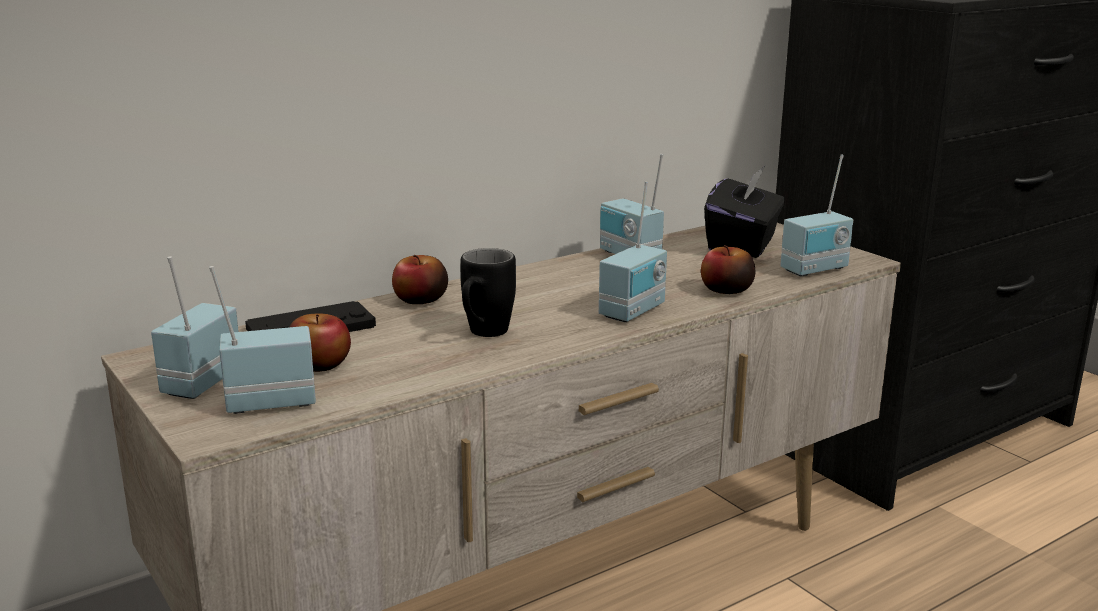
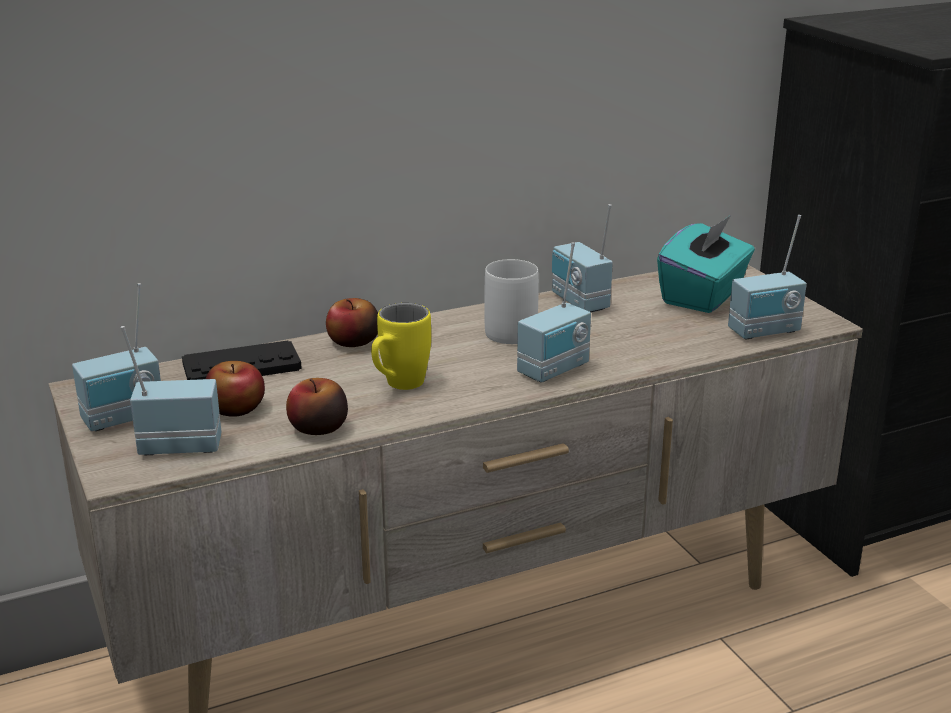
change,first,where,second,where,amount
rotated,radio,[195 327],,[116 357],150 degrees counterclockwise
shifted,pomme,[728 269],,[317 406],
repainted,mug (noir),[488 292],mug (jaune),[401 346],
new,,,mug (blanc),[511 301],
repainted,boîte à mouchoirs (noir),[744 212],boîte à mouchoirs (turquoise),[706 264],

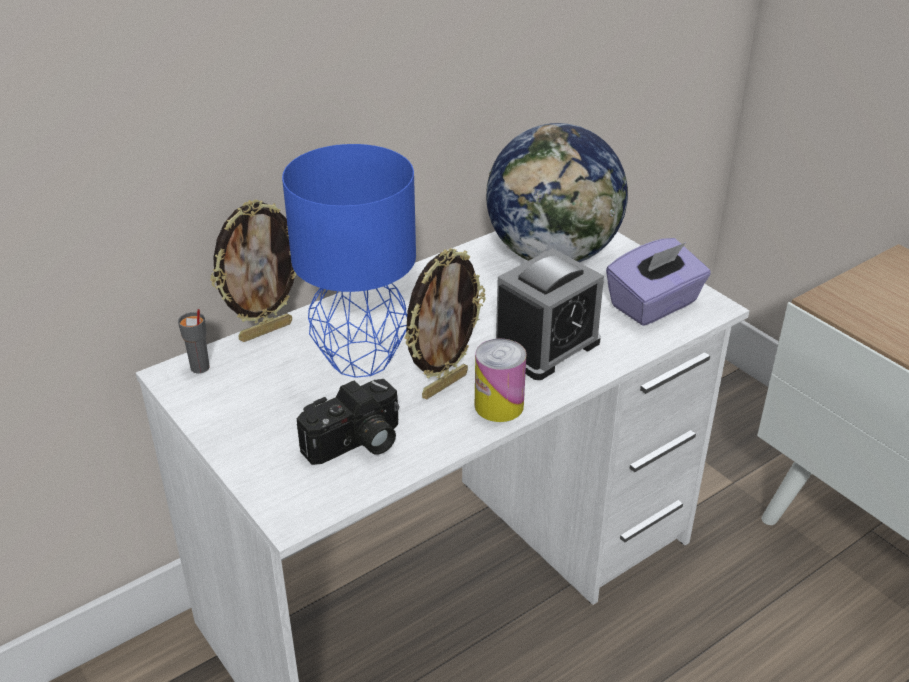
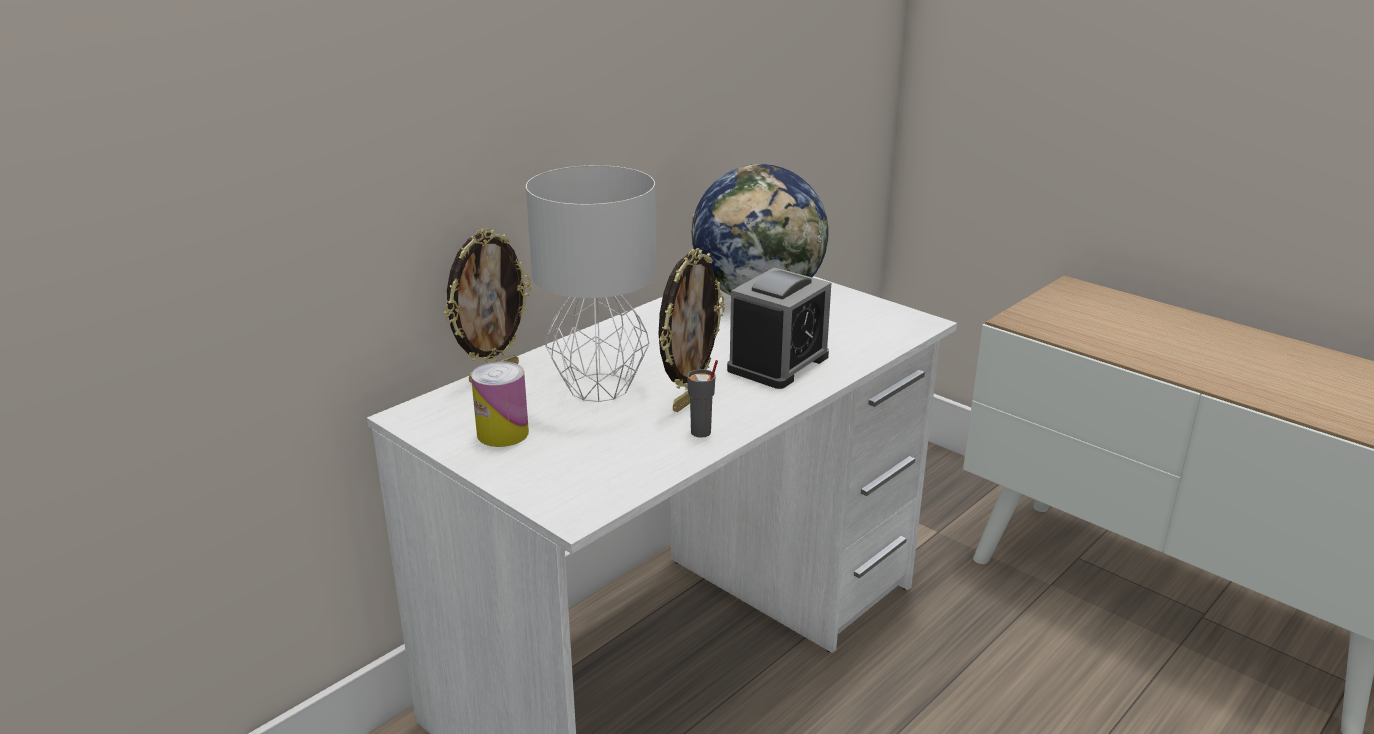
change,first,where,second,where,amount
shifted,boîte métallique,[500 380],,[500 404],
repainted,lampe de table (bleu),[349 261],lampe de table (gris),[591 283],
shifted,tasse (gris),[194 341],,[702 399],
gone,appareil photo,[347 422],,,
gone,boîte à mouchoirs (violet),[658 282],,,

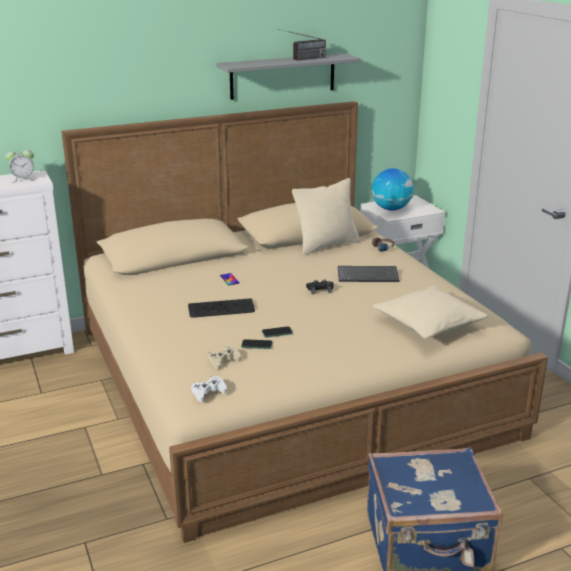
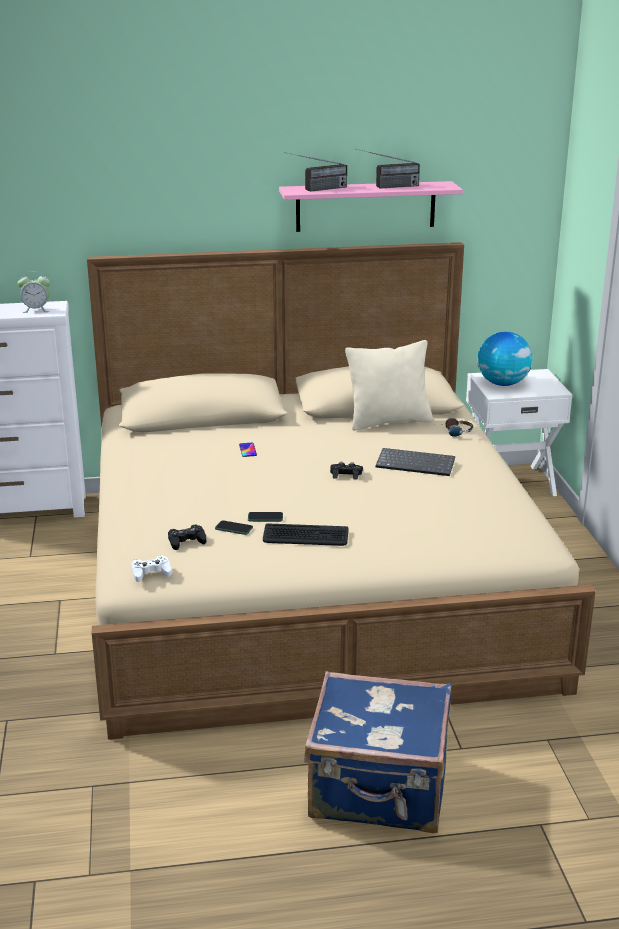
change,first,where,second,where,amount
repainted,manette (beige),[224 358],manette (noir),[187 537],
shifted,clavier,[221 307],,[305 534],
repainted,étagère (gris),[288 76],étagère (rose),[371 206],
new,,,radio,[316 172],
gone,coussin (beige),[430 312],,,

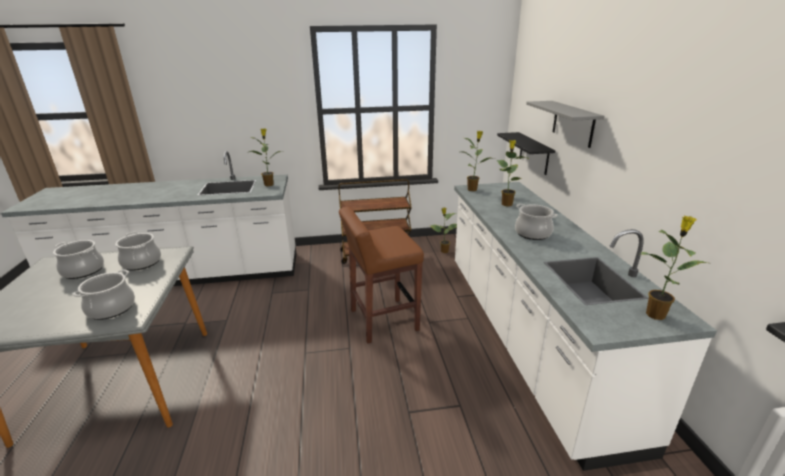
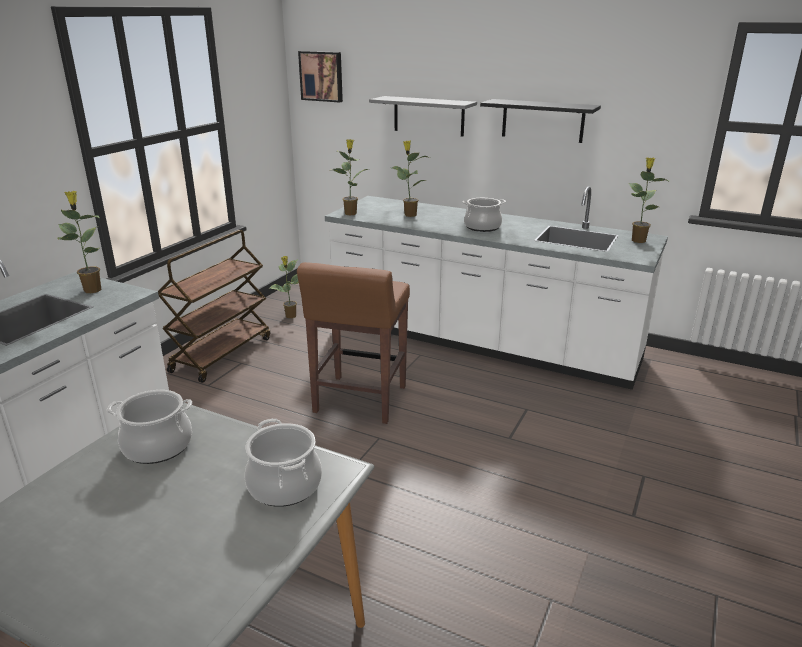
change,first,where,second,where,amount
new,,,tableau,[320 77],
shifted,étagère (noir),[526 153],,[540 121],
gone,marmite,[78 259],,,

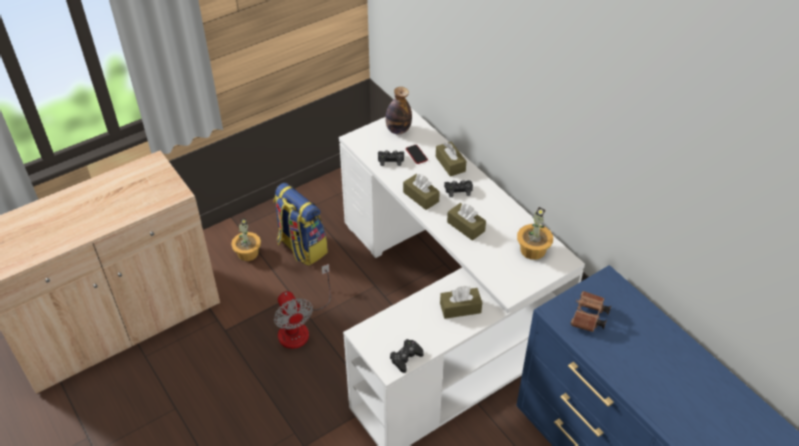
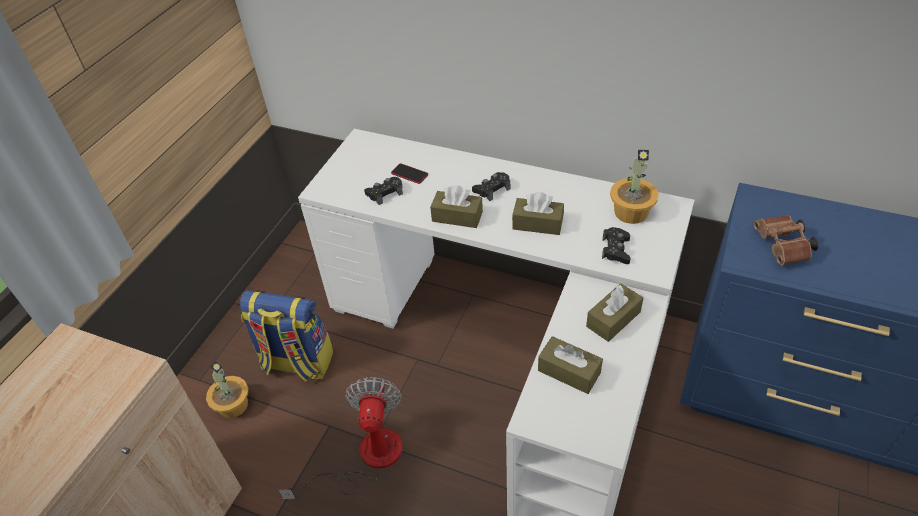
change,first,where,second,where,amount
rotated,ventilateur,[302 306],,[341 438],120 degrees counterclockwise
shifted,boîte à mouchoirs (marron),[451 159],,[570 365],
shifted,manette (noir),[407 356],,[616 245],
gone,bouteille,[398 111],,,

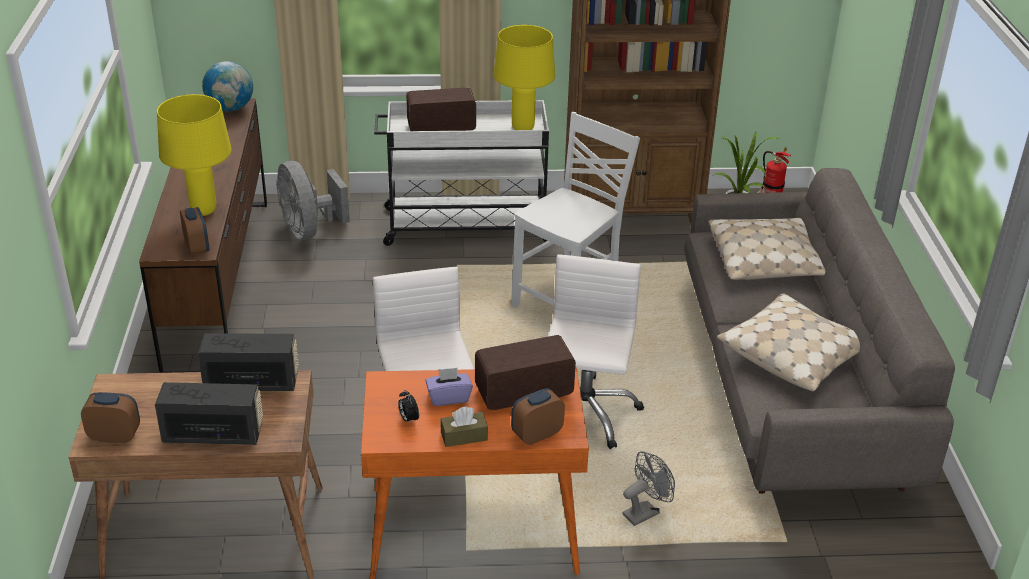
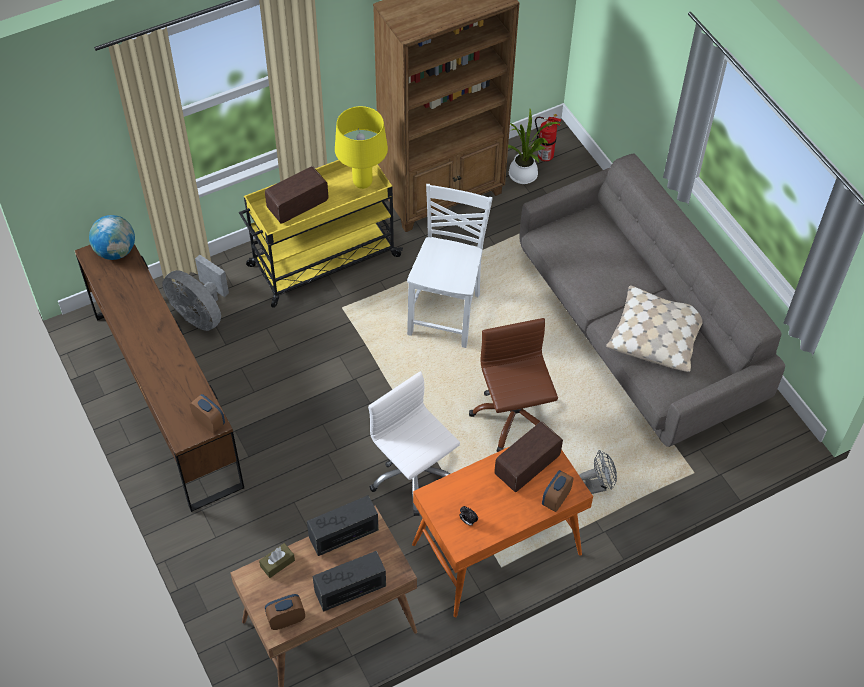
change,first,where,second,where,amount
repainted,chariot (blanc),[461 173],chariot (jaune),[321 234],
shifted,boîte à mouchoirs (marron),[464 426],,[277 560],
repainted,chaise de bureau (blanc),[596 351],chaise de bureau (marron),[513 385],
rotated,ventilateur (gris),[648 488],,[598 472],45 degrees clockwise
gone,lampe de table (jaune),[194 155],,,
gone,boîte à mouchoirs (violet),[449 387],,,
gone,coussin (beige),[767 249],,,

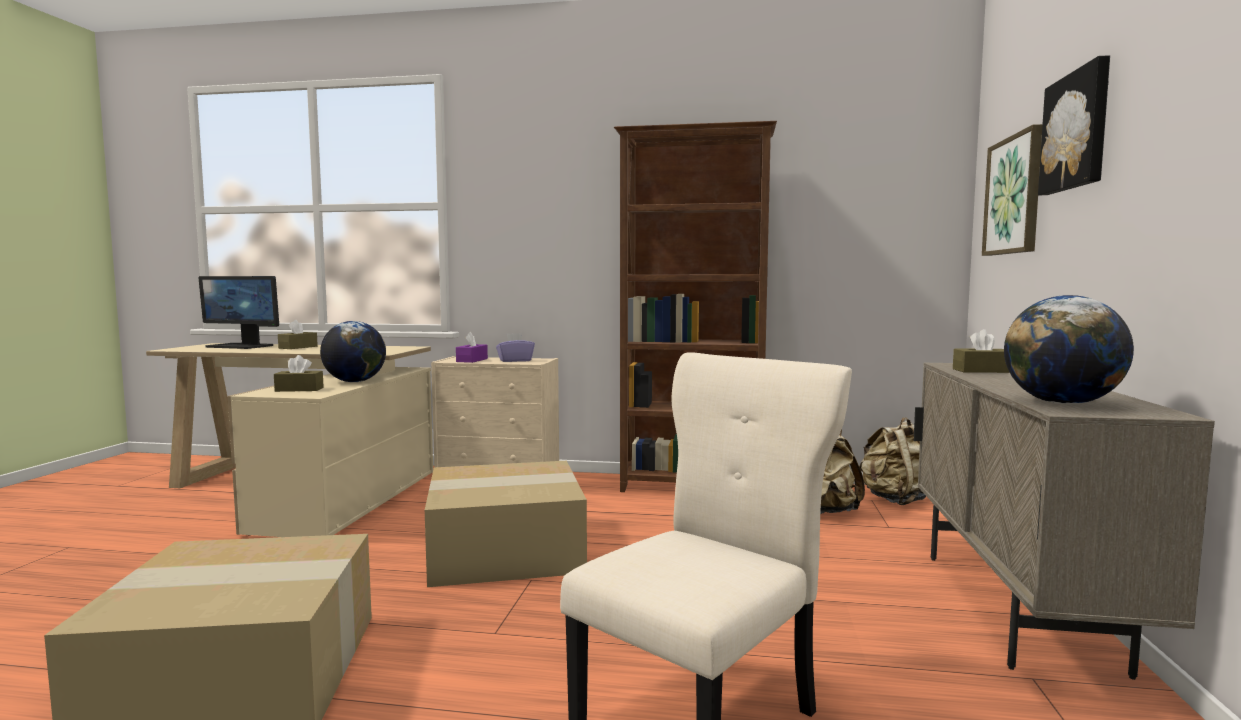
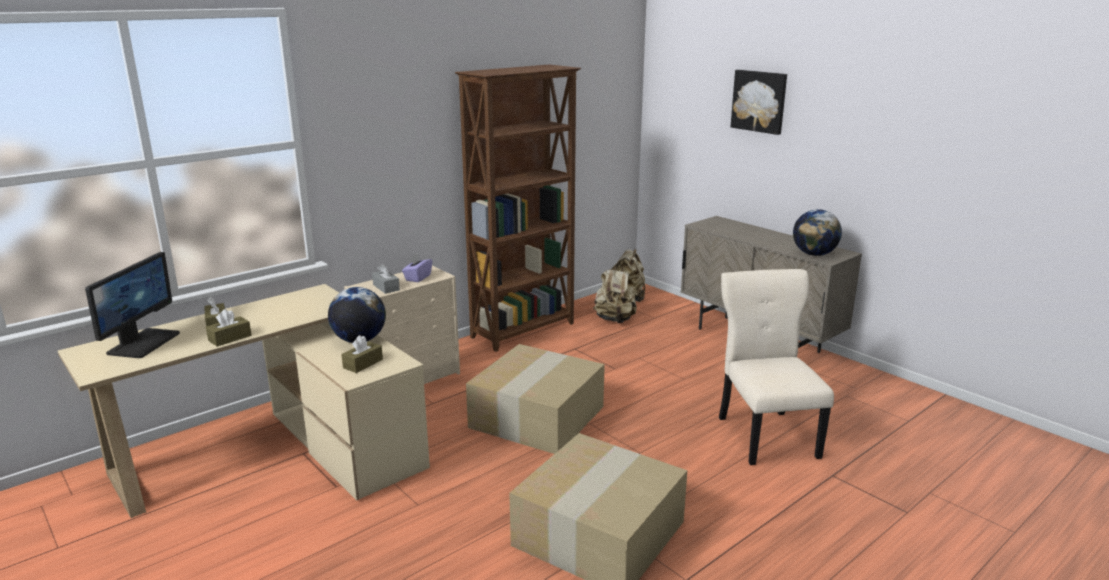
change,first,where,second,where,amount
rotated,écran d'ordinateur,[238 312],,[132 305],45 degrees counterclockwise
shifted,boîte à mouchoirs (marron),[981 351],,[228 328],
repainted,boîte à mouchoirs (violet),[472 347],boîte à mouchoirs (gris),[386 279],
gone,tableau,[1012 190],,,

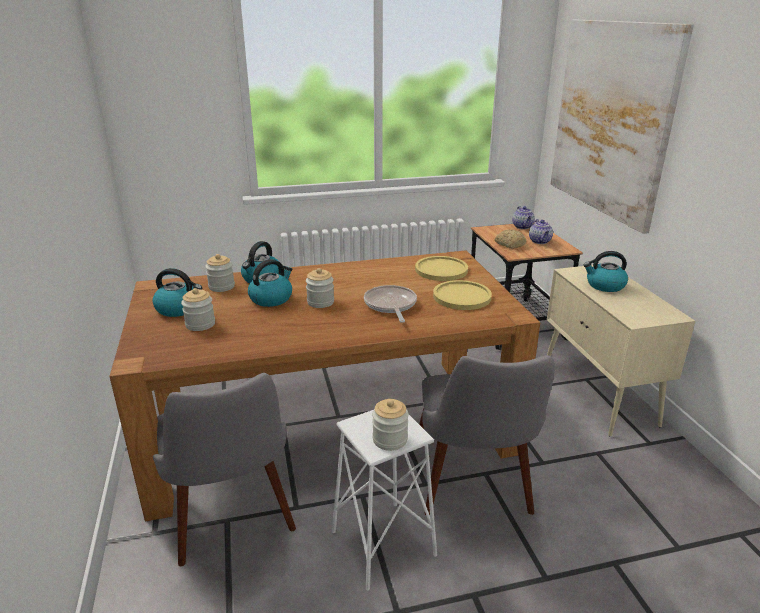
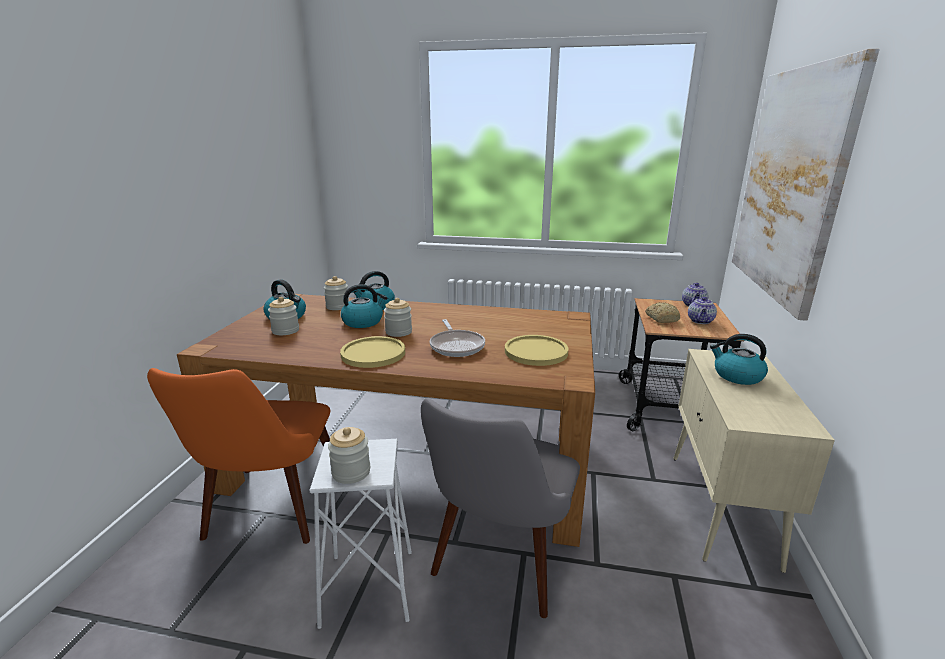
change,first,where,second,where,amount
repainted,chaise (gris),[224 469],chaise (orange),[238 456],
shifted,assiette (jaune),[441 268],,[372 352],
rotated,poêle,[390 304],,[457 338],150 degrees clockwise

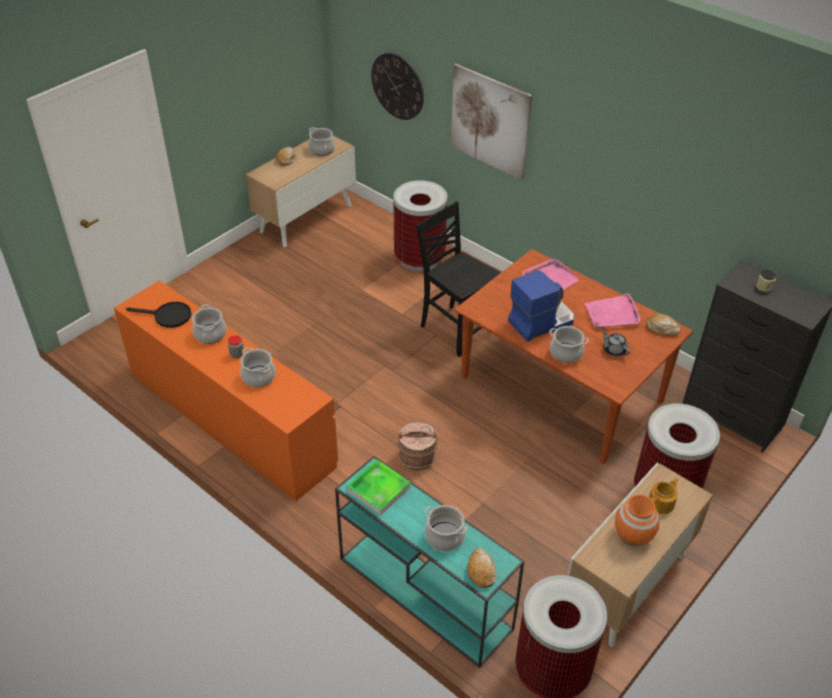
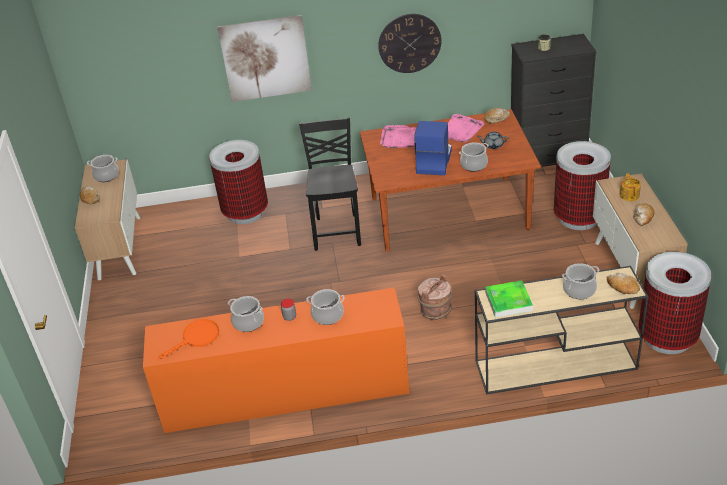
change,first,where,second,where,amount
repainted,poêle (noir),[158 315],poêle (orange),[188 339],
rotated,chaise (noir),[458 279],,[330 184],90 degrees clockwise
shifted,horloge murale,[397 86],,[410 43],
repainted,table console (turquoise),[429 562],table console (beige),[561 330],
swapped,vase (orange),[637 520],pain,[643 215],

